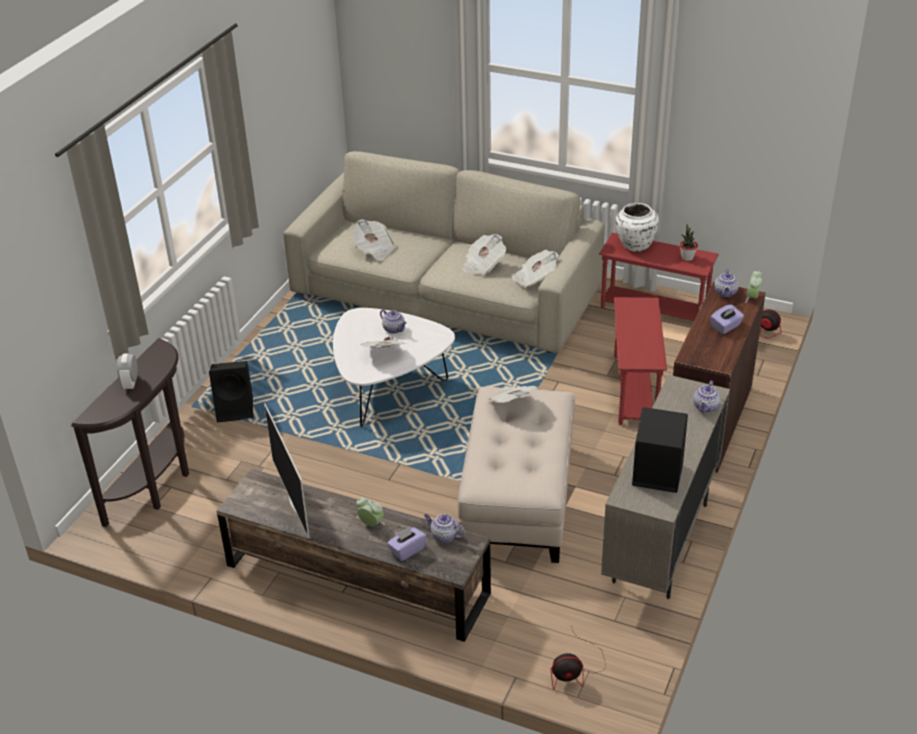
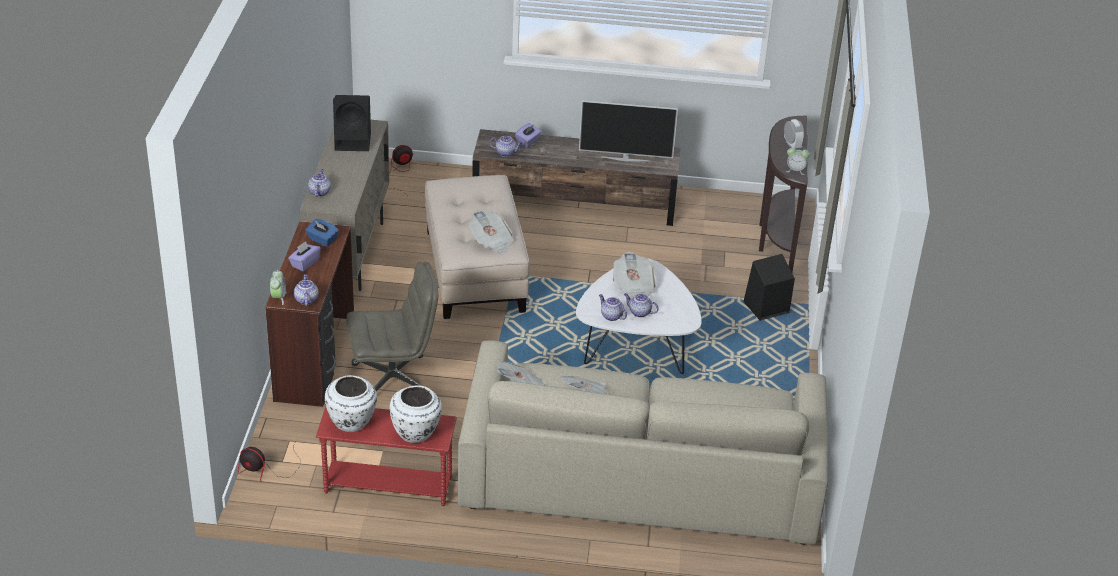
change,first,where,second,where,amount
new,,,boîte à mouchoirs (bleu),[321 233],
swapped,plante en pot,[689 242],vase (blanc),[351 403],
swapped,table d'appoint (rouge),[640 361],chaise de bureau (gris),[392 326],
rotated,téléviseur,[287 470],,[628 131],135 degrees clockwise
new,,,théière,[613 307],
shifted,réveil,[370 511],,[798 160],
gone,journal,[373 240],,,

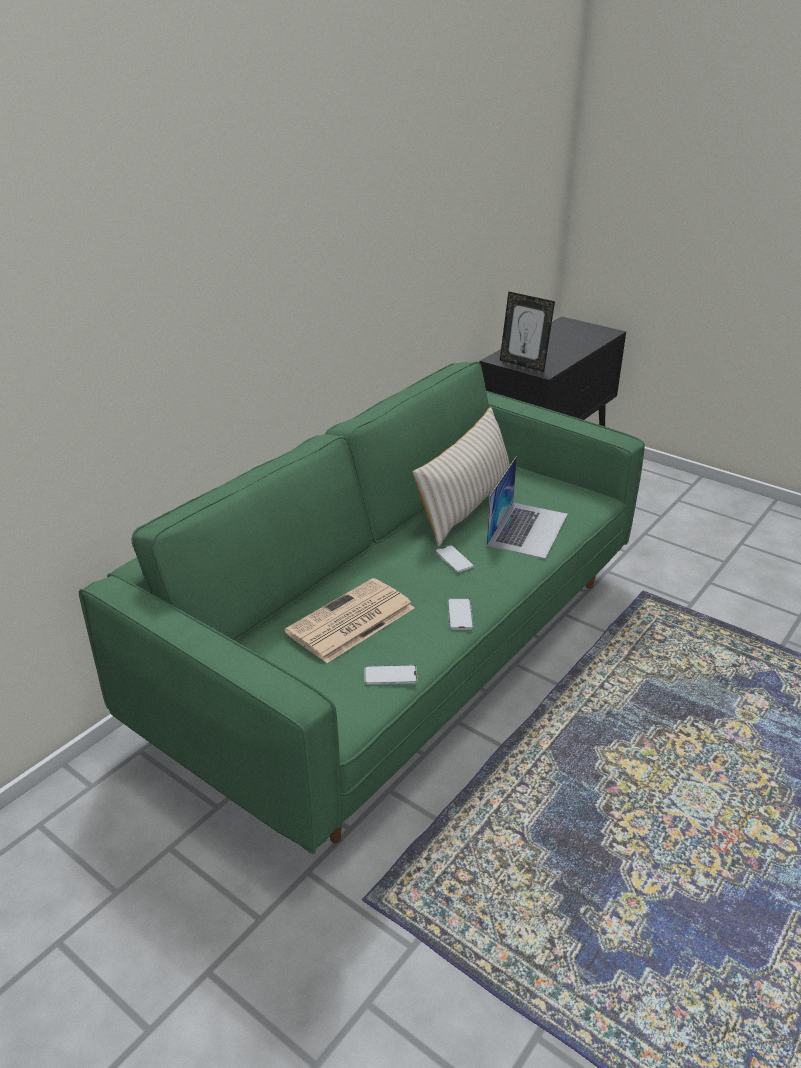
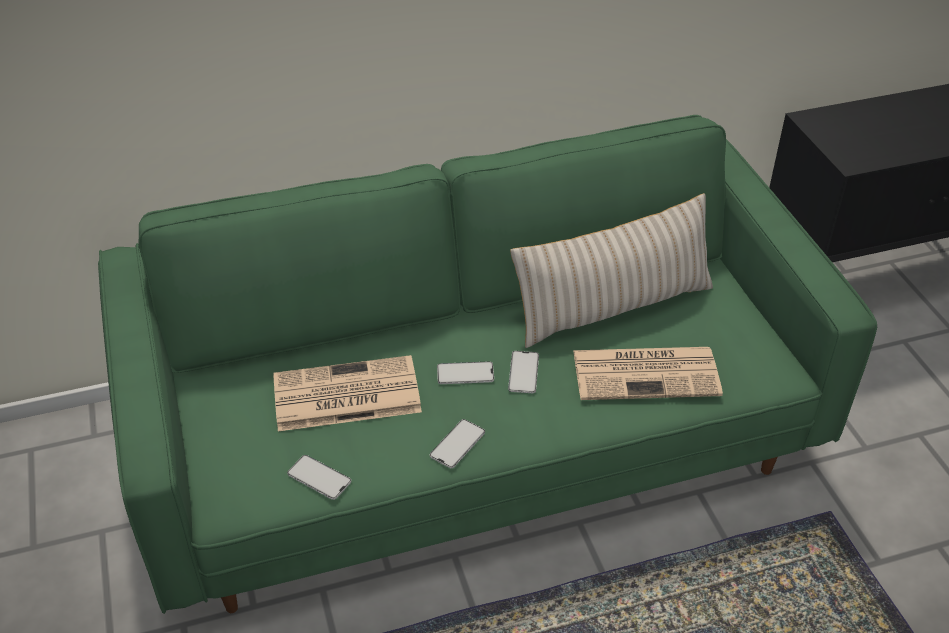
change,first,where,second,where,amount
new,,,téléphone,[465 372],
swapped,ordinateur portable,[527 507],journal,[648 373],
gone,cadre photo,[527 331],,,

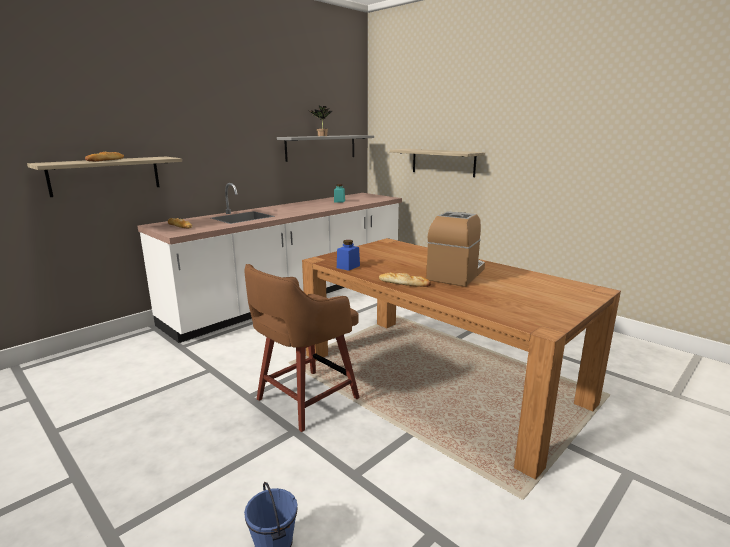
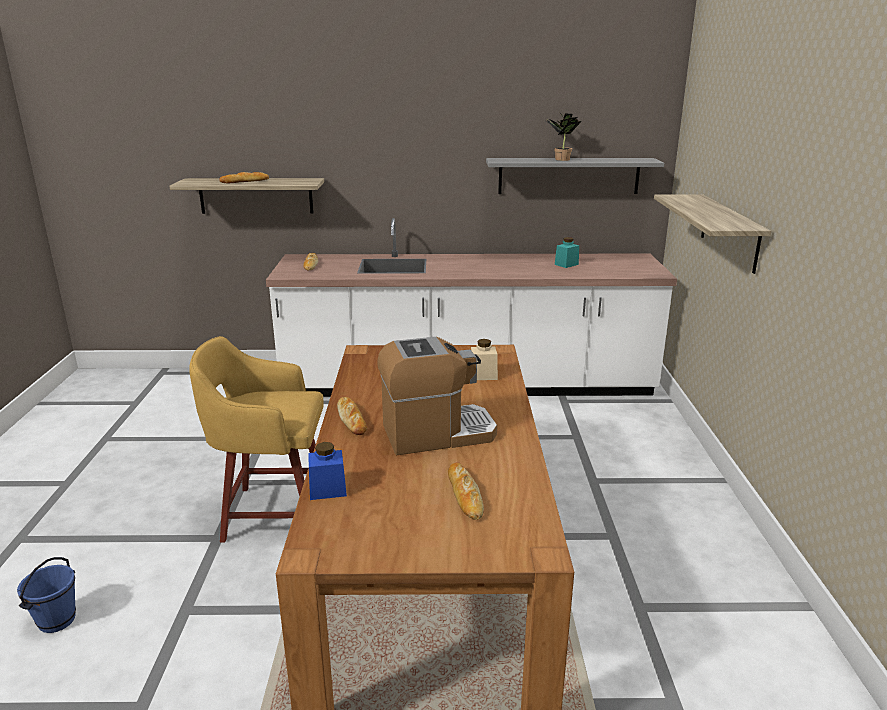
change,first,where,second,where,amount
repainted,tabouret (marron),[302 348],tabouret (jaune),[257 439],
shifted,bocal (bleu),[348 255],,[327 471],
new,,,pain,[466 491],
new,,,bocal (beige),[484 359],

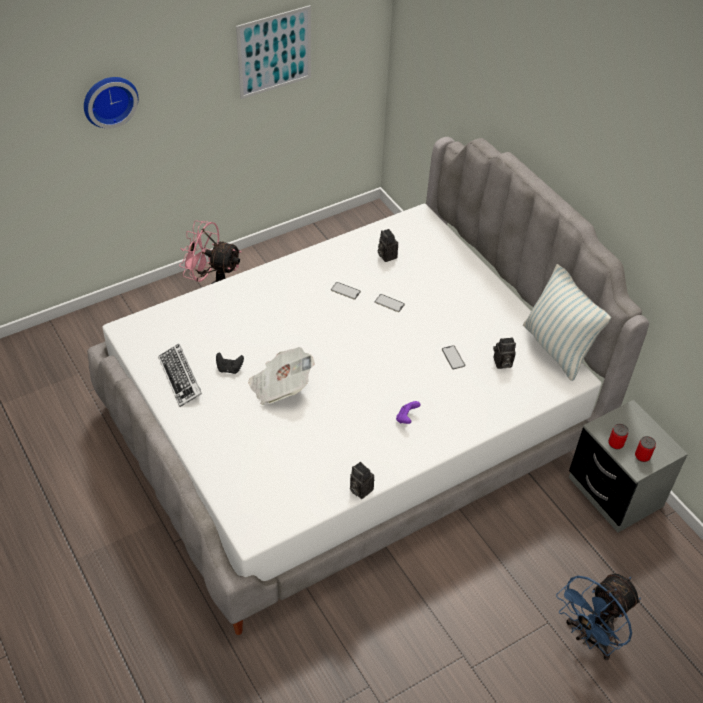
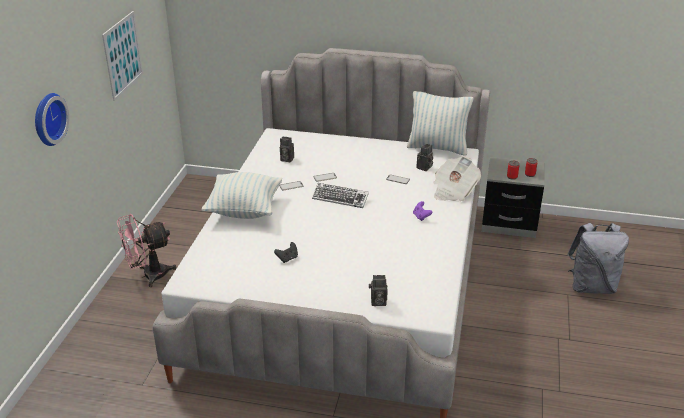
change,first,where,second,where,amount
new,,,coussin,[241 195],
shifted,clavier,[180 375],,[340 195],
shifted,appareil photo,[362 480],,[378 290],
shifted,journal,[281 376],,[457 178],
swapped,ventilateur (bleu),[598 617],sac à dos (gris),[598 258],

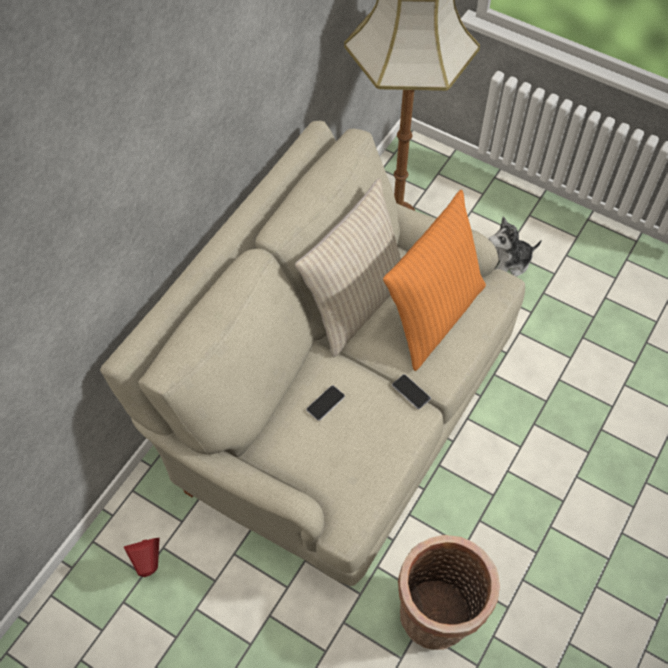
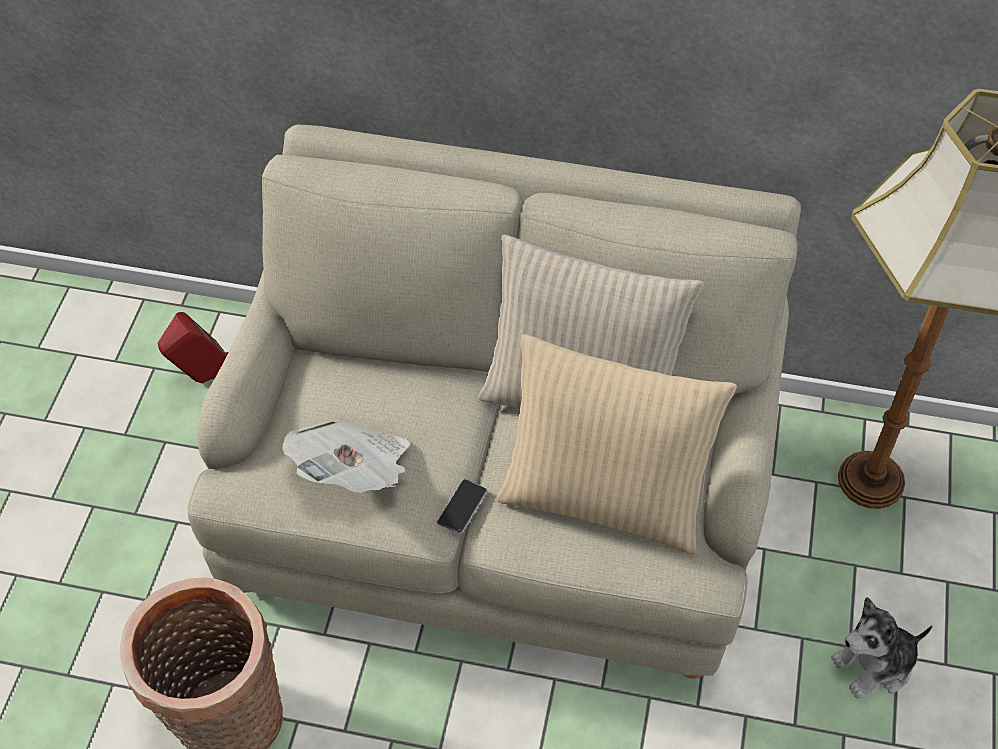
change,first,where,second,where,amount
new,,,journal,[346 455],
repainted,coussin (orange),[434 280],coussin (beige),[616 444],
rotated,peluche,[515 247],,[882 647],75 degrees counterclockwise
gone,téléphone,[325 403],,,

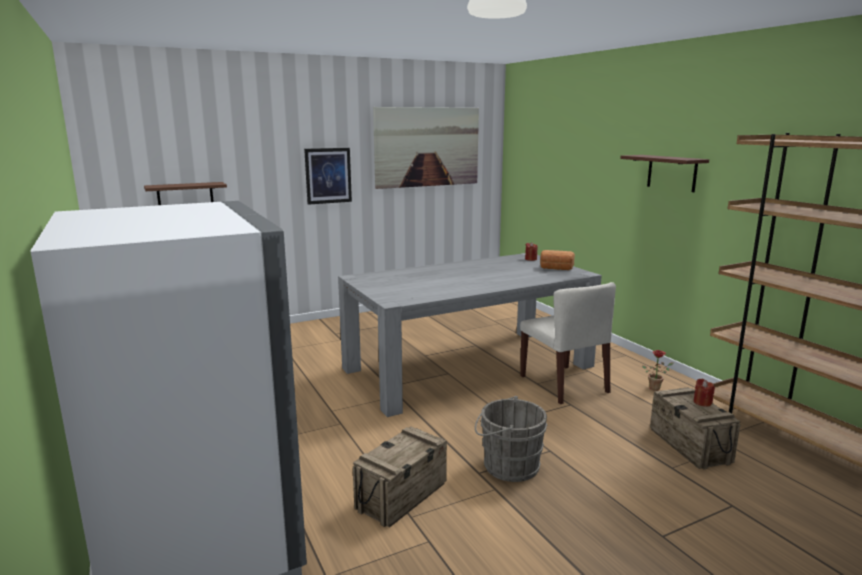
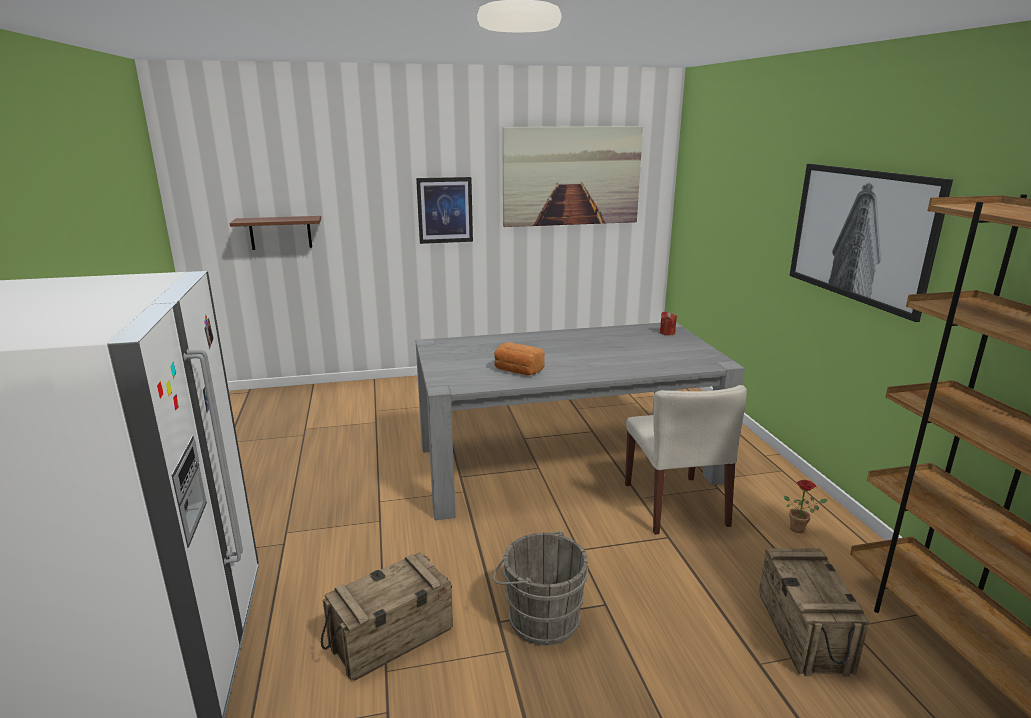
change,first,where,second,where,amount
shifted,pain,[557 260],,[519 359],
swapped,étagère (marron),[664 173],tableau,[871 243],
gone,bougie (rouge),[704 393],,,

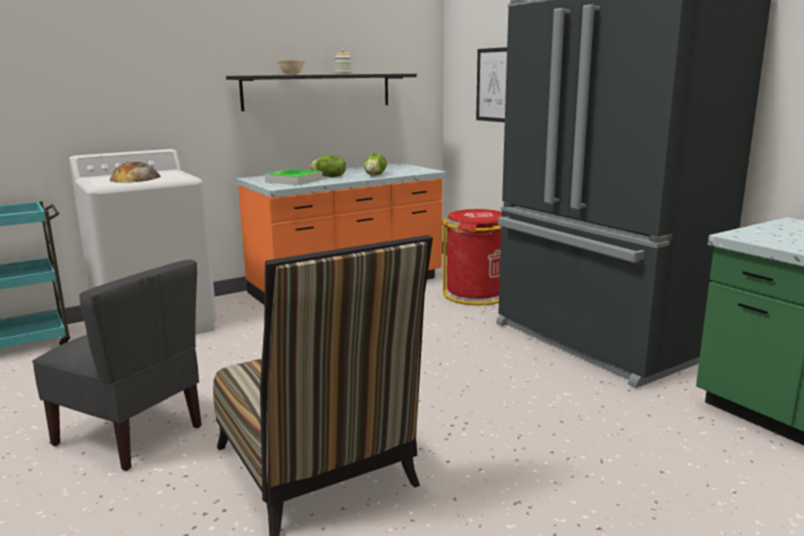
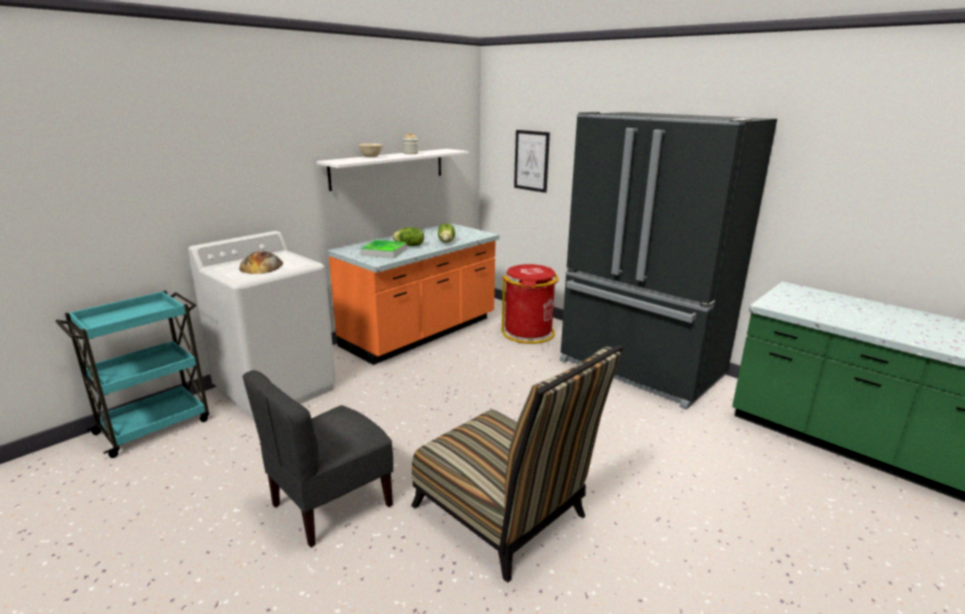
change,first,where,second,where,amount
rotated,chaise (gris),[117 365],,[317 458],120 degrees clockwise
repainted,étagère (noir),[321 92],étagère (blanc),[392 170],

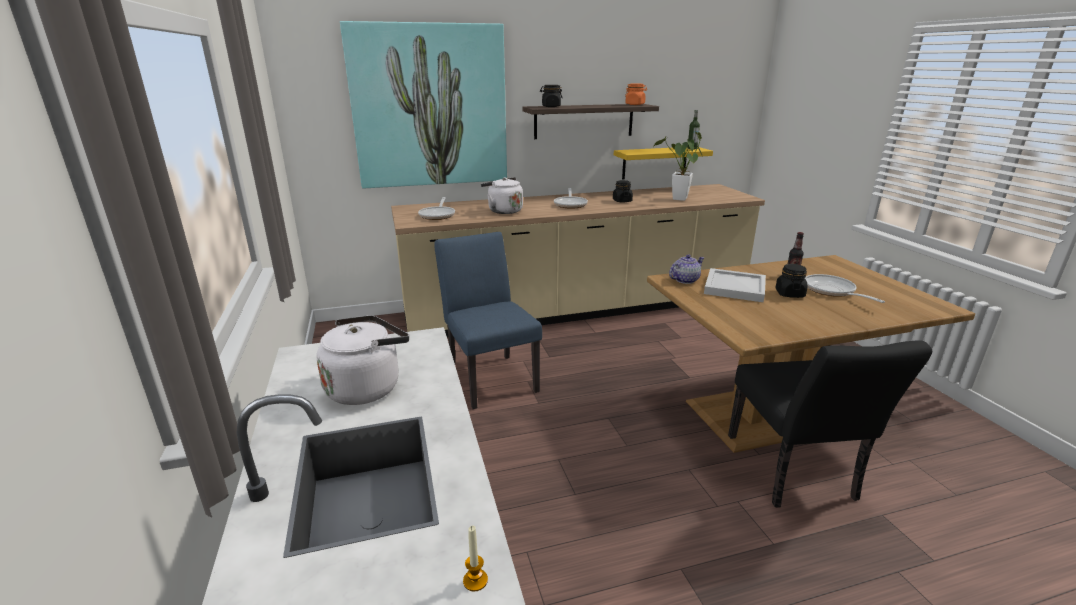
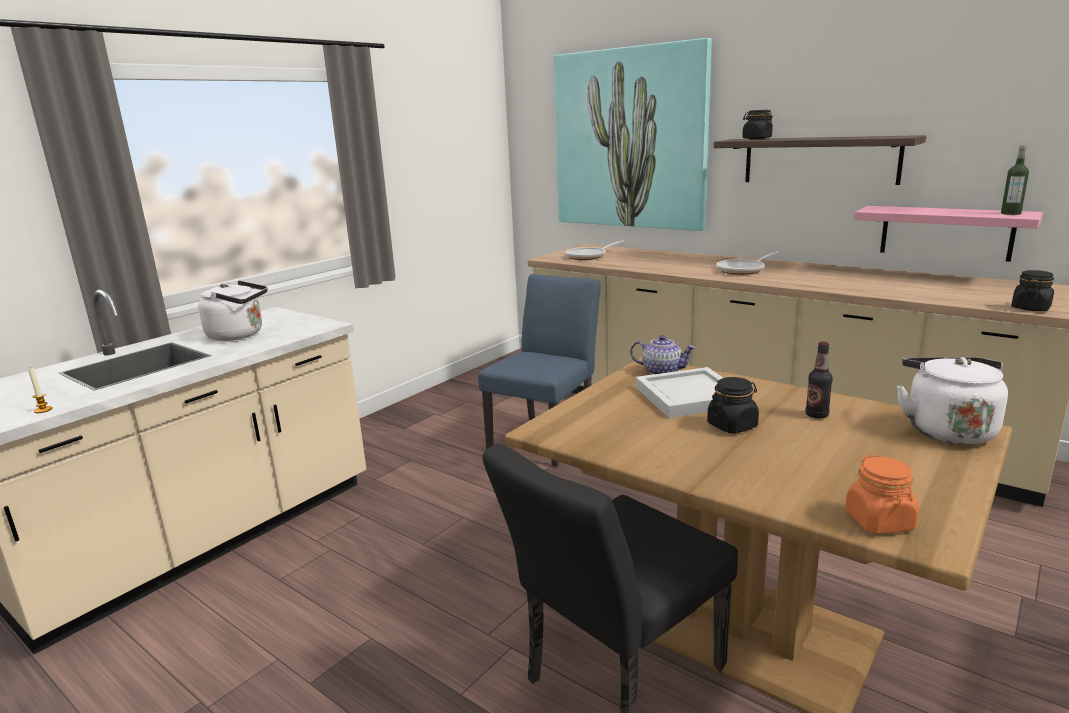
change,first,where,second,where,amount
shifted,bocal (orange),[636 94],,[882 494],
repainted,étagère (jaune),[663 163],étagère (rose),[948 234],
shifted,bouilloire (blanc),[502 195],,[952 401],
shifted,bocal (noir),[623 191],,[1032 290],
gone,plante en pot,[678 166],,,
gone,poêle,[845 288],,,

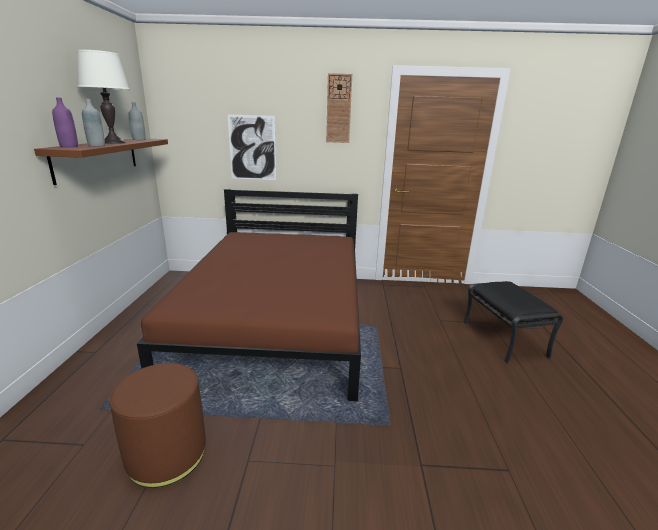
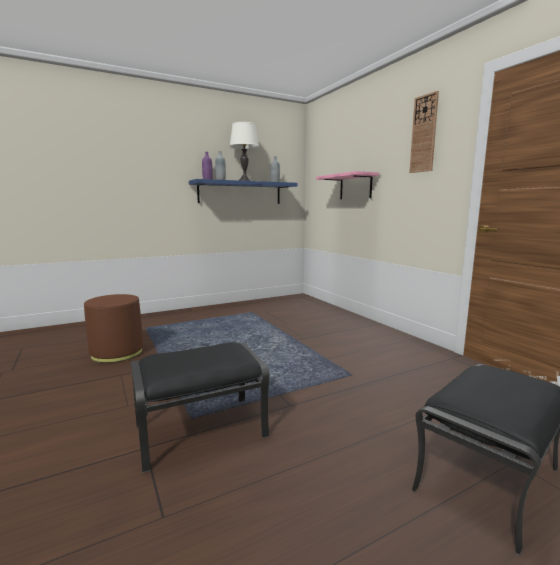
change,first,where,second,where,amount
new,,,pouf (noir),[200 407],
repainted,étagère (marron),[101 162],étagère (bleu),[243 191],
swapped,tableau,[252 147],étagère (rose),[347 185],
gone,lit (marron),[249 295],,,

